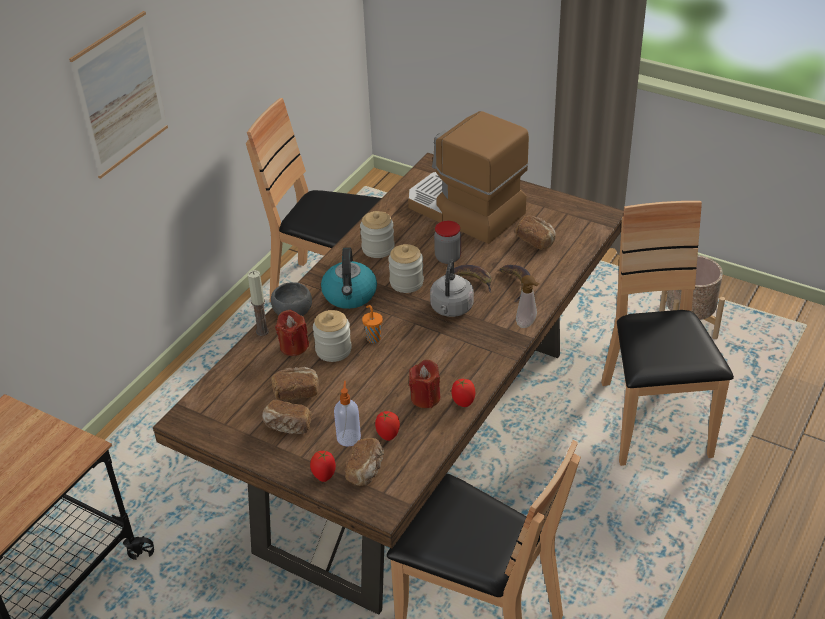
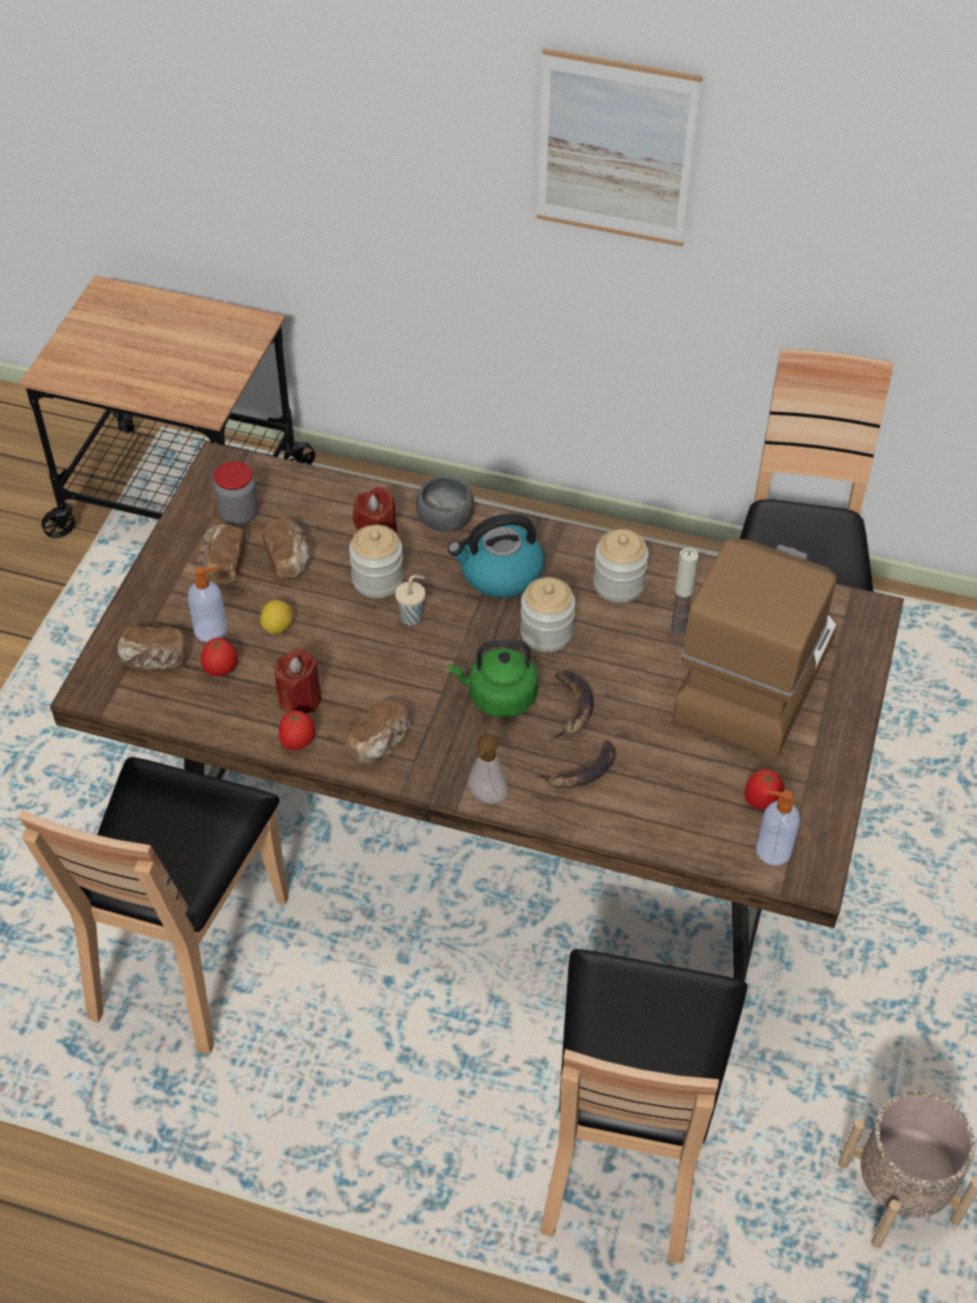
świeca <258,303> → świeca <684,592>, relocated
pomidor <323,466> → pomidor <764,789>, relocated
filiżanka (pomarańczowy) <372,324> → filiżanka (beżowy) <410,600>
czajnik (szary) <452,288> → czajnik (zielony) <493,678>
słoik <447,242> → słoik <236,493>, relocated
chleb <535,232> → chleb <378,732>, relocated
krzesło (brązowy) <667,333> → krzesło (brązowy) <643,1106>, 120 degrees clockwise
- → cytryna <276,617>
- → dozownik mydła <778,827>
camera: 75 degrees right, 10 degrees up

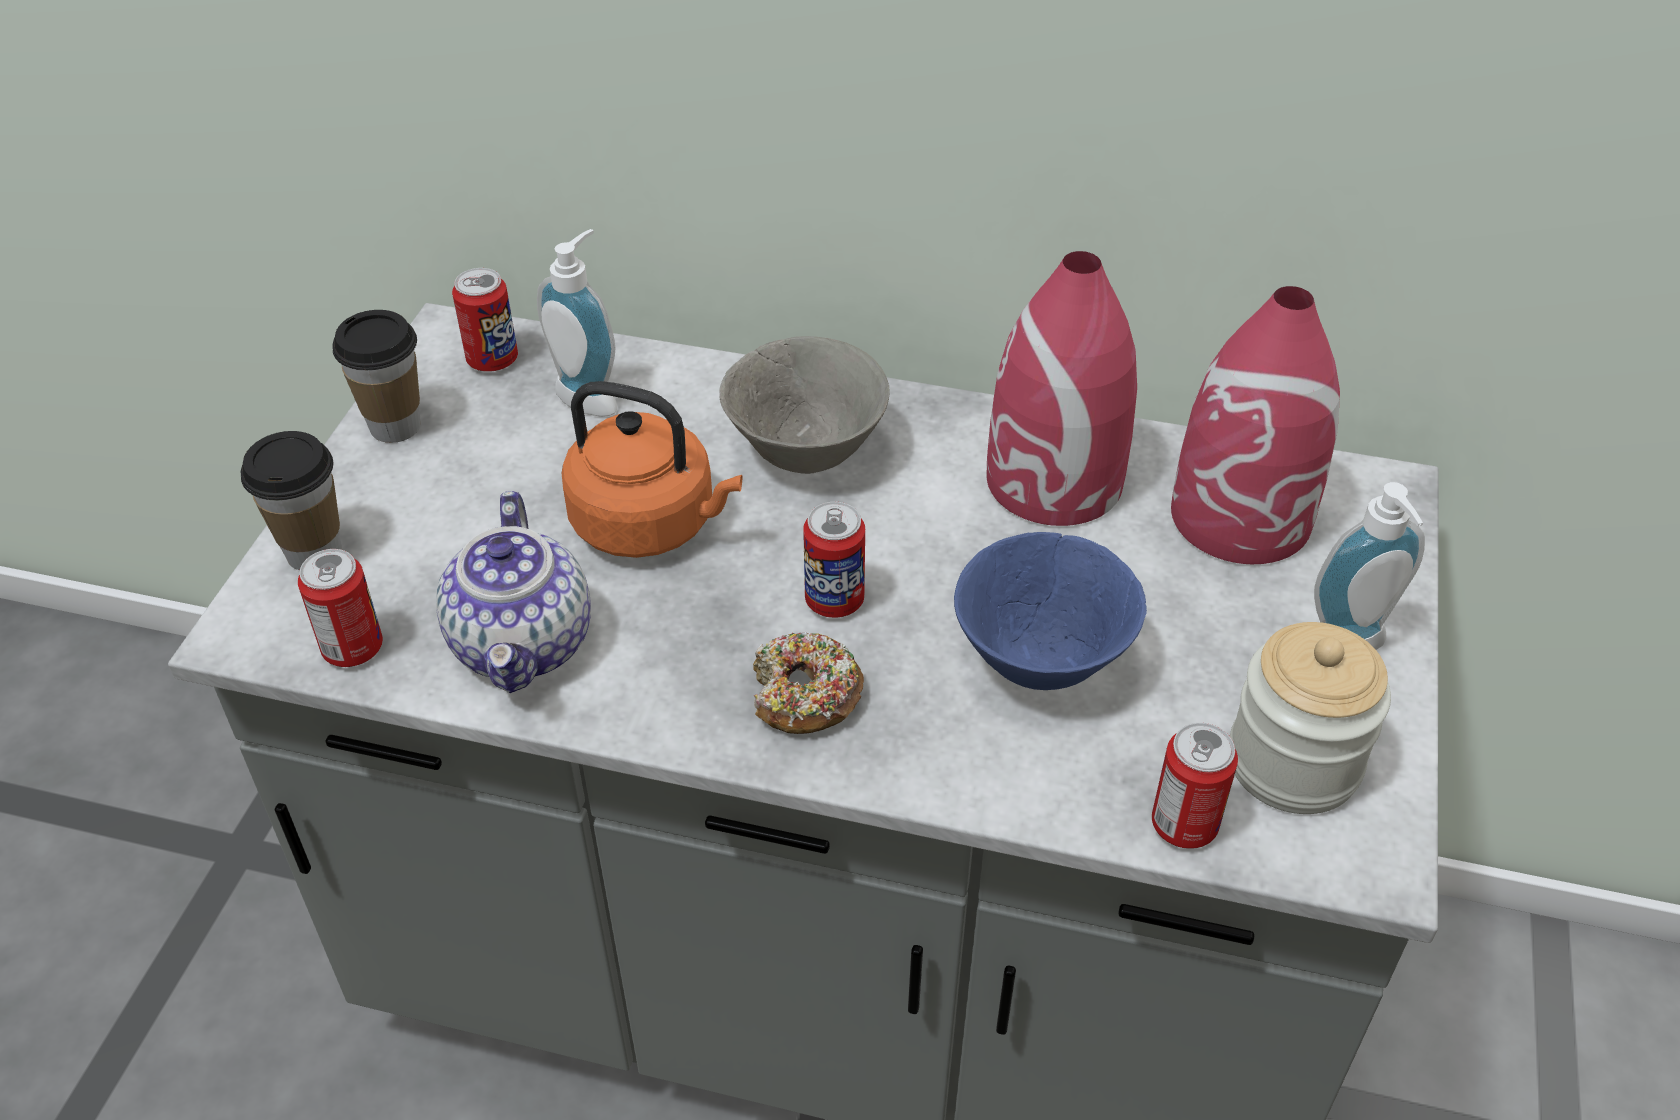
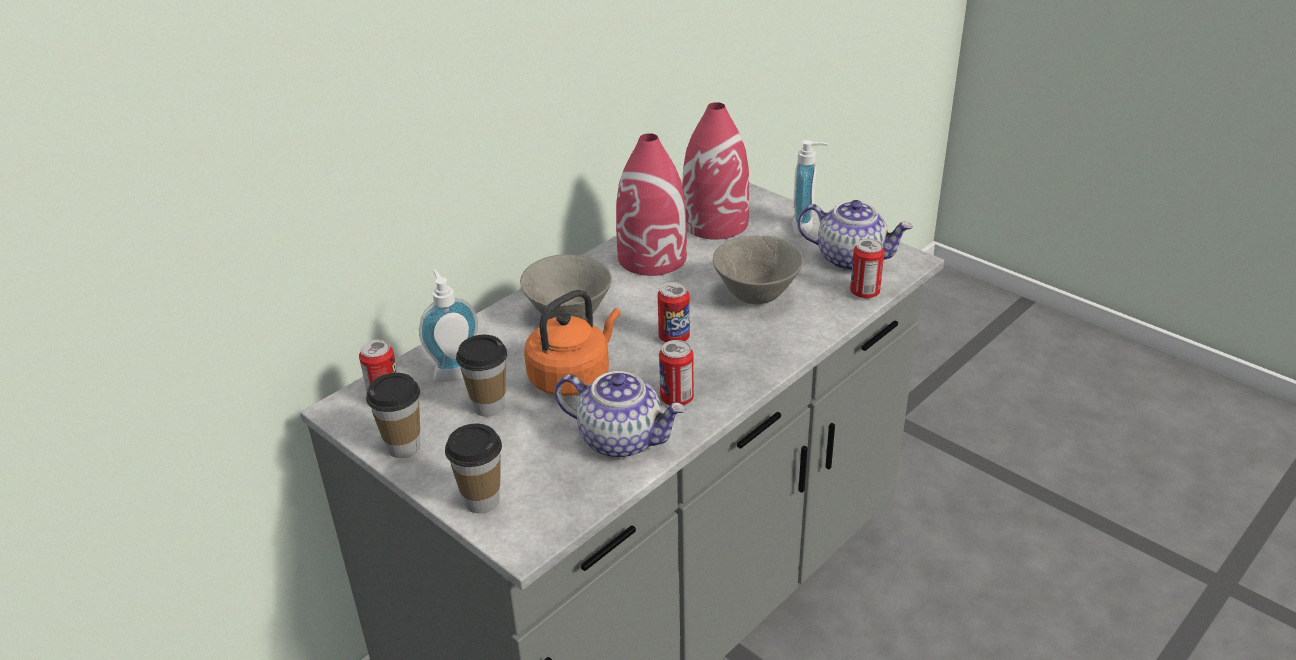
puszka <340,608> → puszka <676,372>, relocated
donut <808,683> → -
miska (niebieski) <1050,611> → miska (szary) <758,270>
słoik <1310,718> → imbryk <855,235>
- → filiżanka <481,376>
camera: 60 degrees left, 10 degrees down

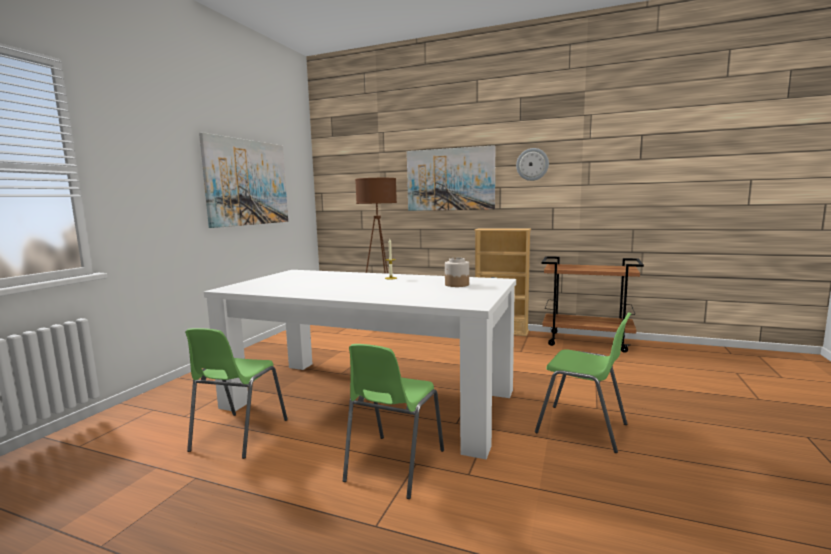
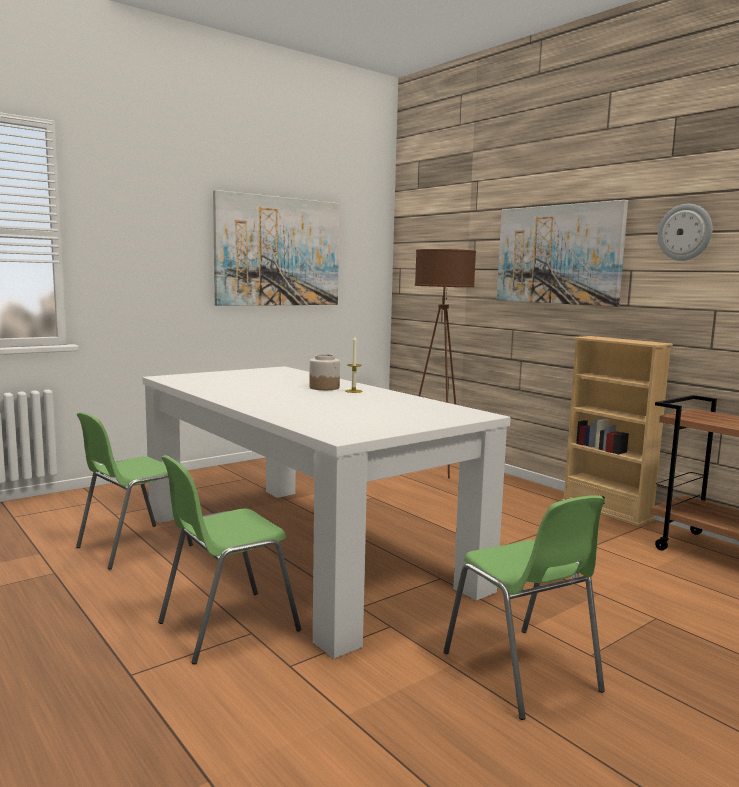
słoik <457,272> → słoik <324,372>, relocated
camera: 30 degrees right, 0 degrees up

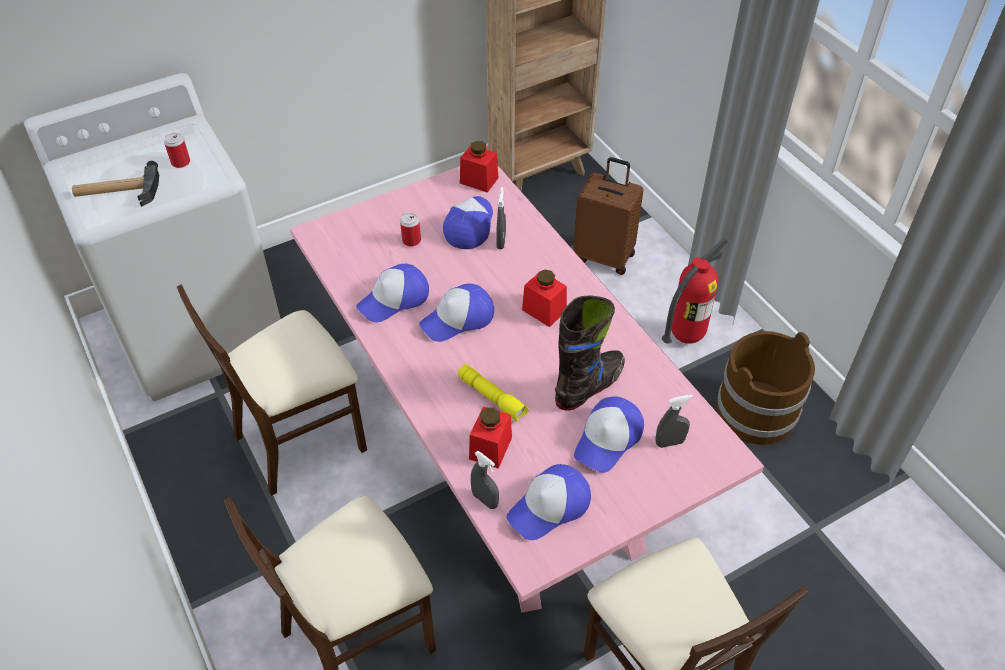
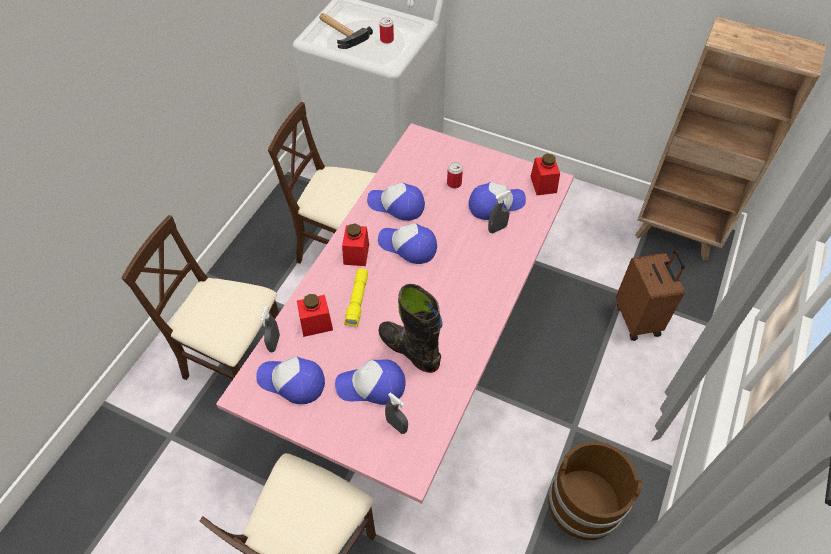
słoik (czerwony) <544,298> → słoik (czerwony) <355,244>, relocated
but z cholewką (czarny) <590,353> → but z cholewką (czarny) <411,328>, 150 degrees counterclockwise
gaśnica <695,291> → -
camera: 55 degrees right, 5 degrees up

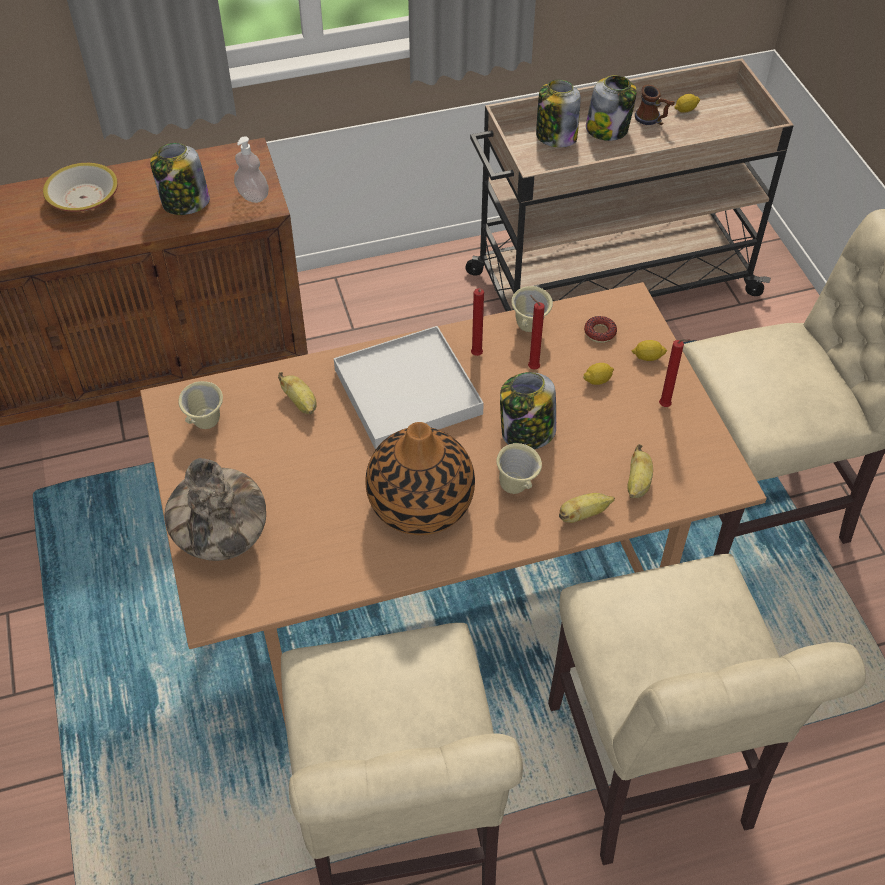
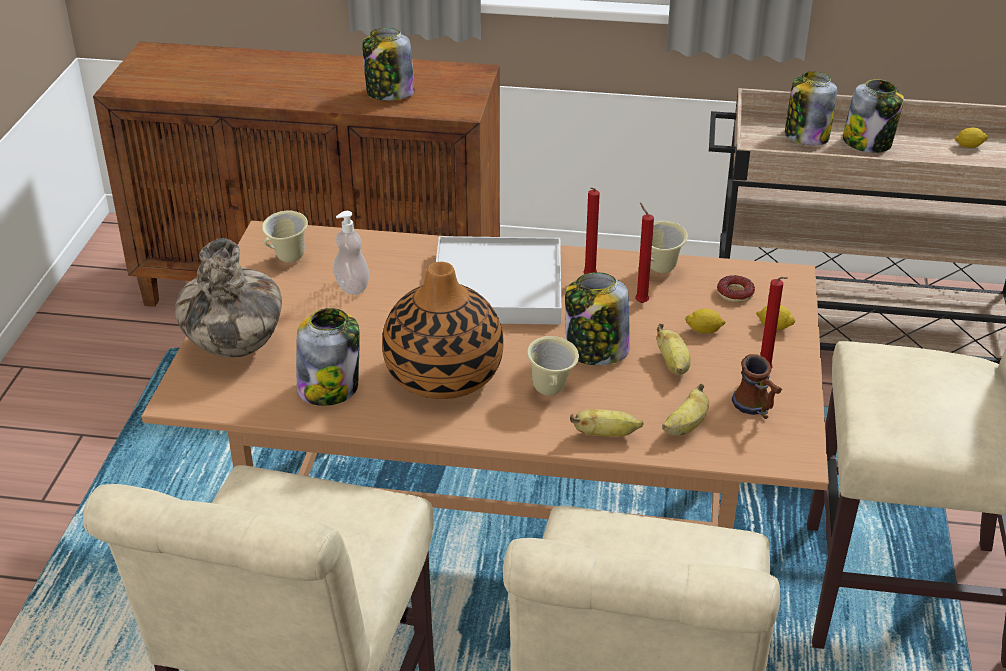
miska <80,187> → -
dozownik mydła <251,169> → dozownik mydła <351,253>, relocated
banan <297,393> → banan <674,349>, relocated
kubek <655,105> → kubek <757,386>, relocated
- → słoik <328,357>
camera: 25 degrees right, 15 degrees down

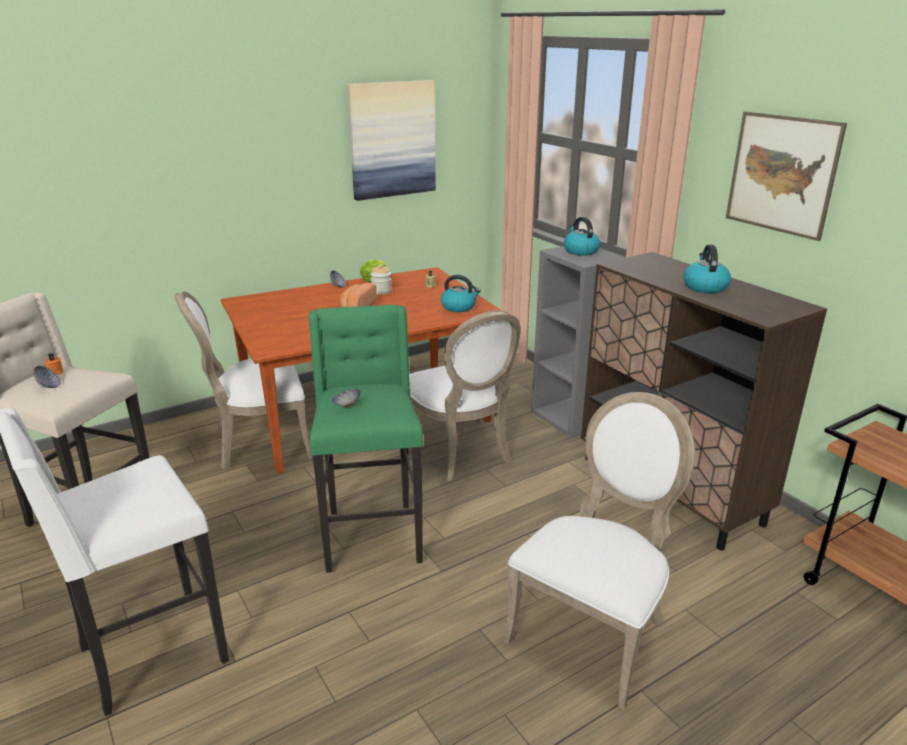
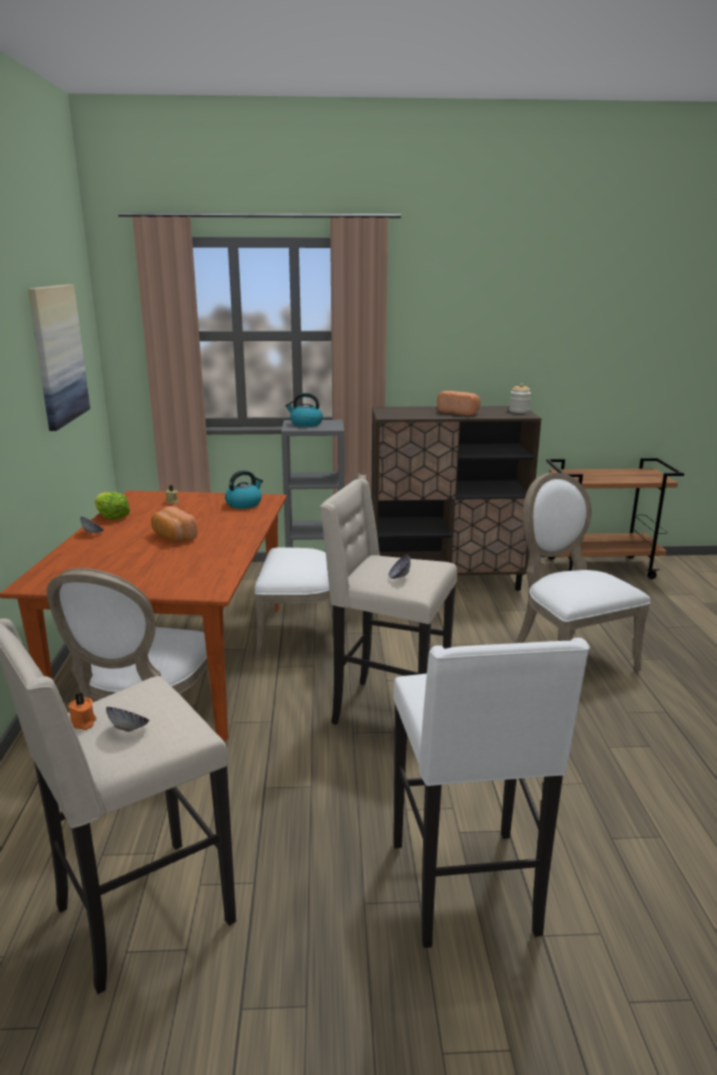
stołek (zielony) <366,439> → stołek (beżowy) <388,602>
słoik <381,279> → słoik <520,398>, relocated
czajnik <707,268> → chleb <459,403>
obraz <786,176> → -
camera: 60 degrees left, 5 degrees down

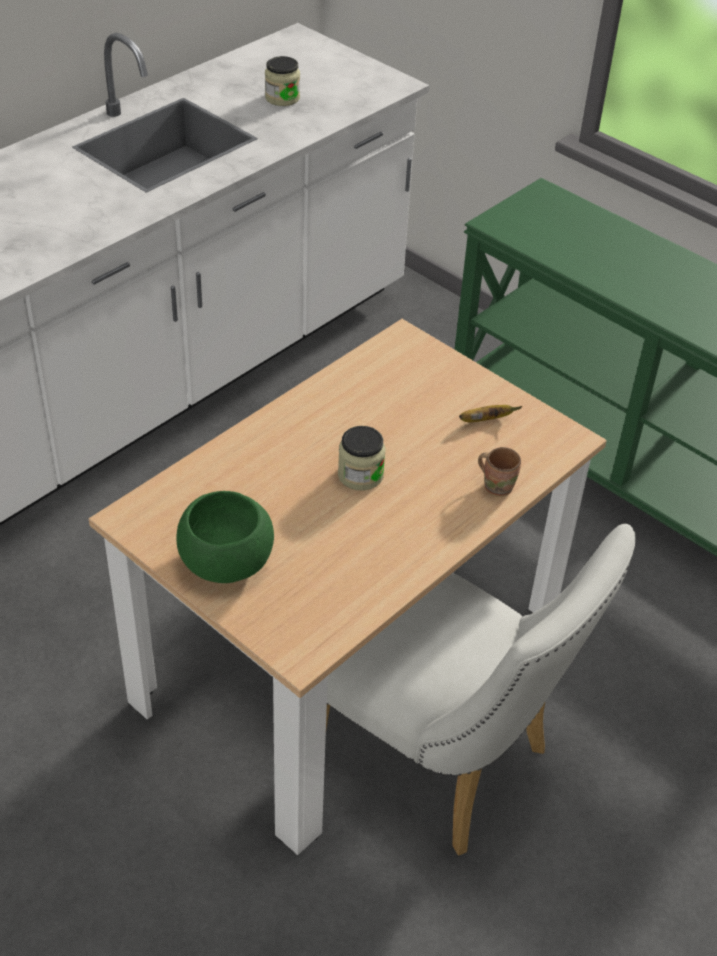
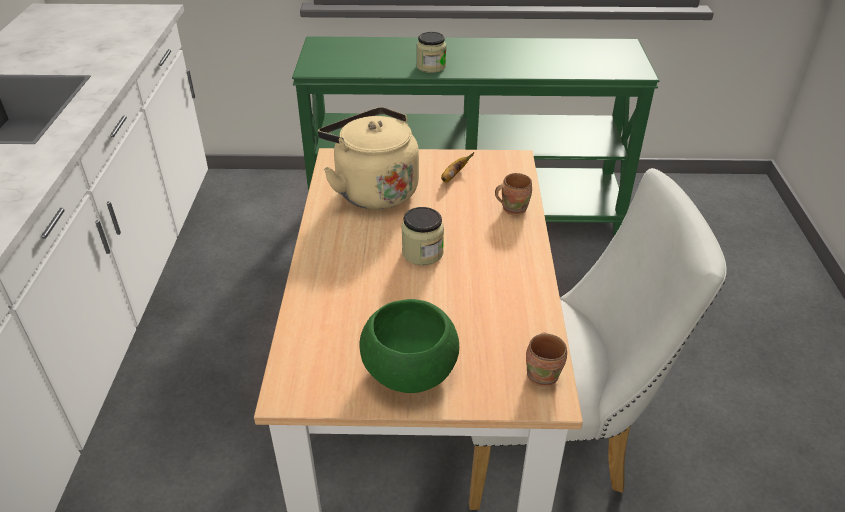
słoik <282,81> → słoik <431,52>, relocated
- → czajnik (beżowy) <368,158>
- → kubek (brązowy) <546,359>
camera: 40 degrees left, 5 degrees down

